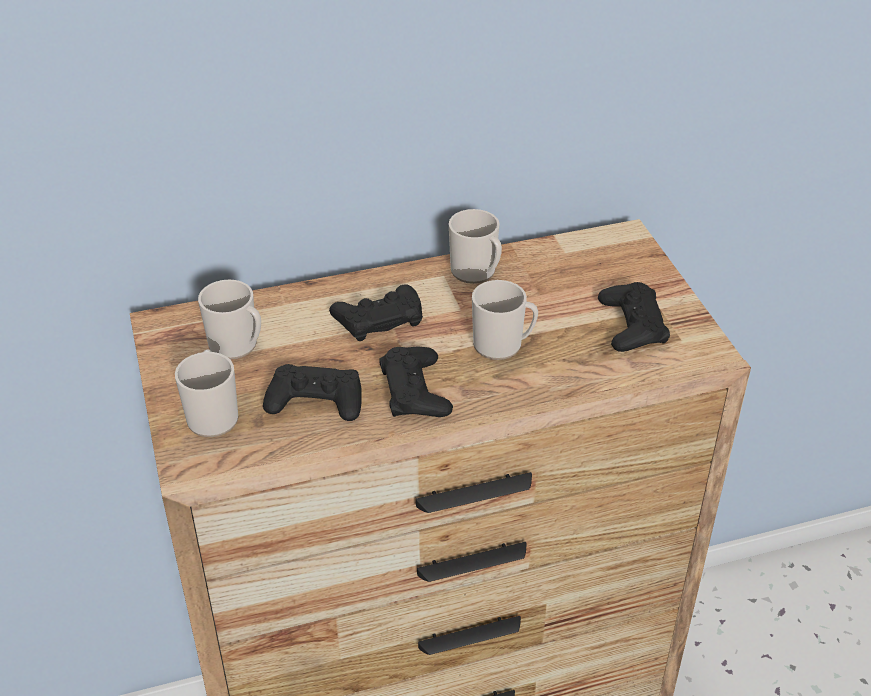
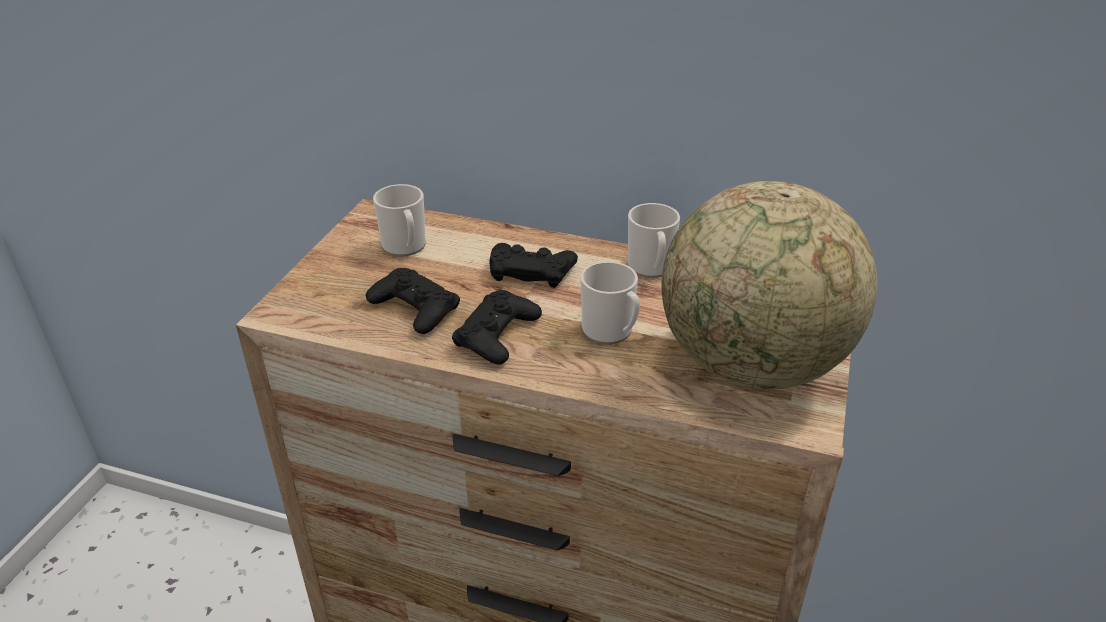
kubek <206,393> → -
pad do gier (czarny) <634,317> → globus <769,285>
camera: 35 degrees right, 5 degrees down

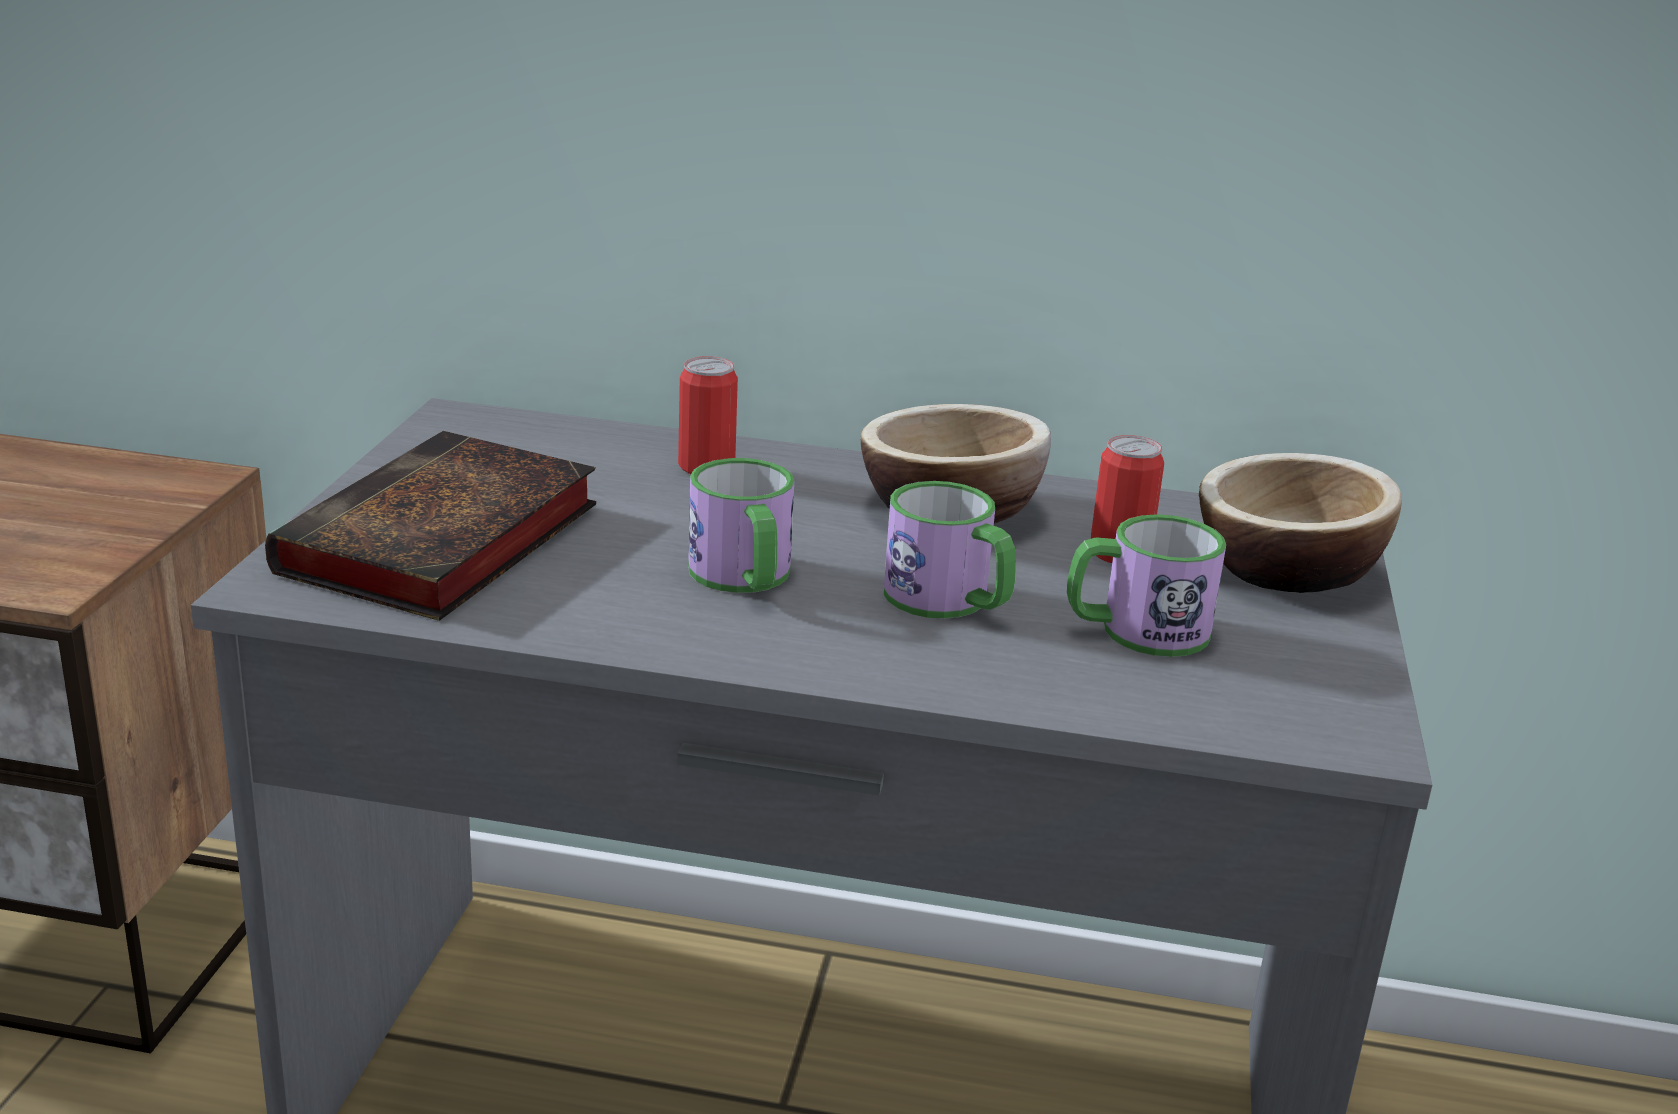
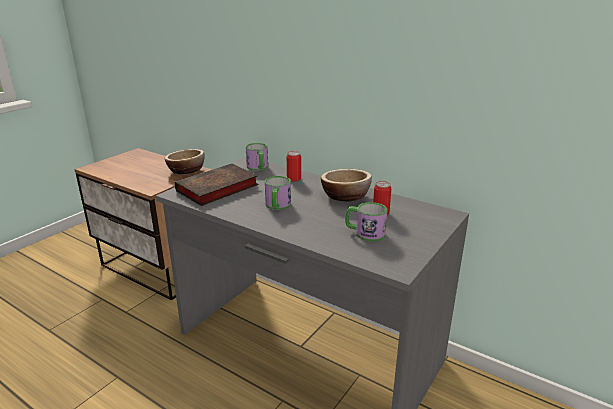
kubek <950,550> → kubek <257,157>, relocated
miska <1300,523> → miska <185,161>, relocated
camera: 25 degrees right, 0 degrees up

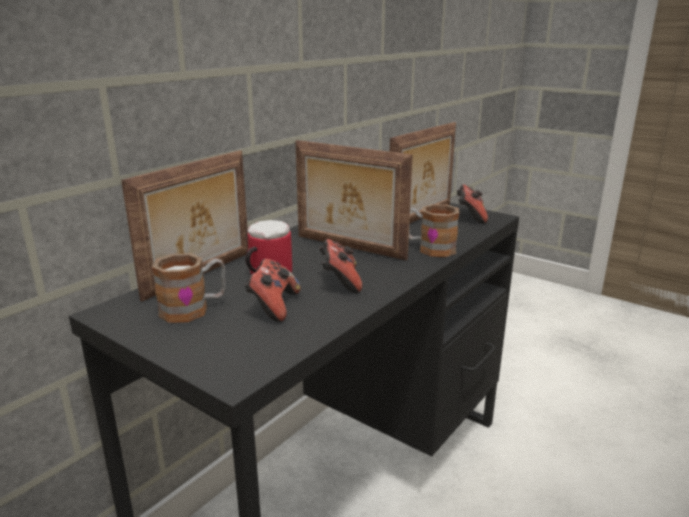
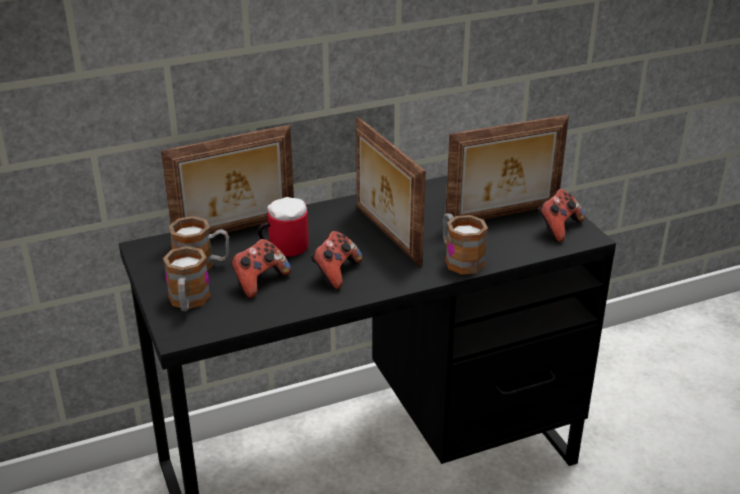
- → kubek <187,278>
camera: 30 degrees right, 10 degrees up

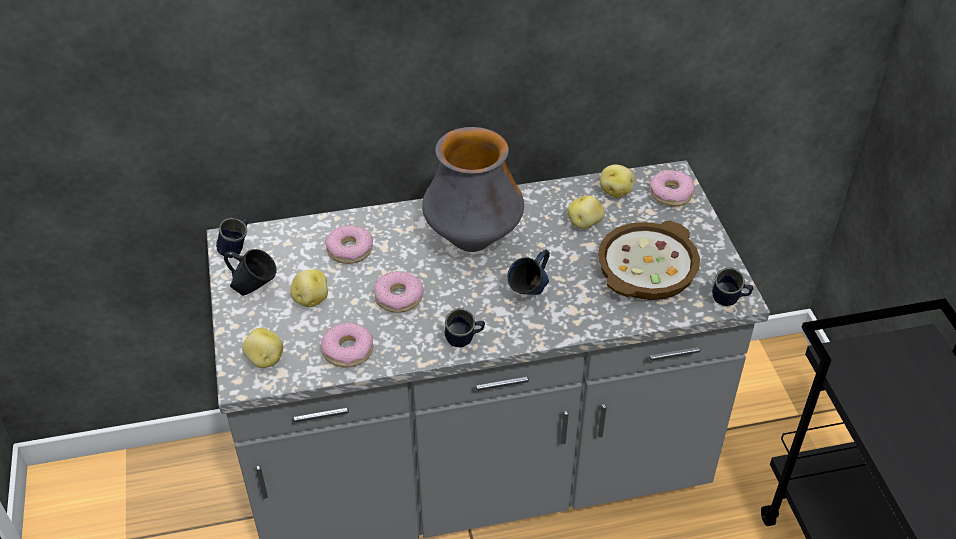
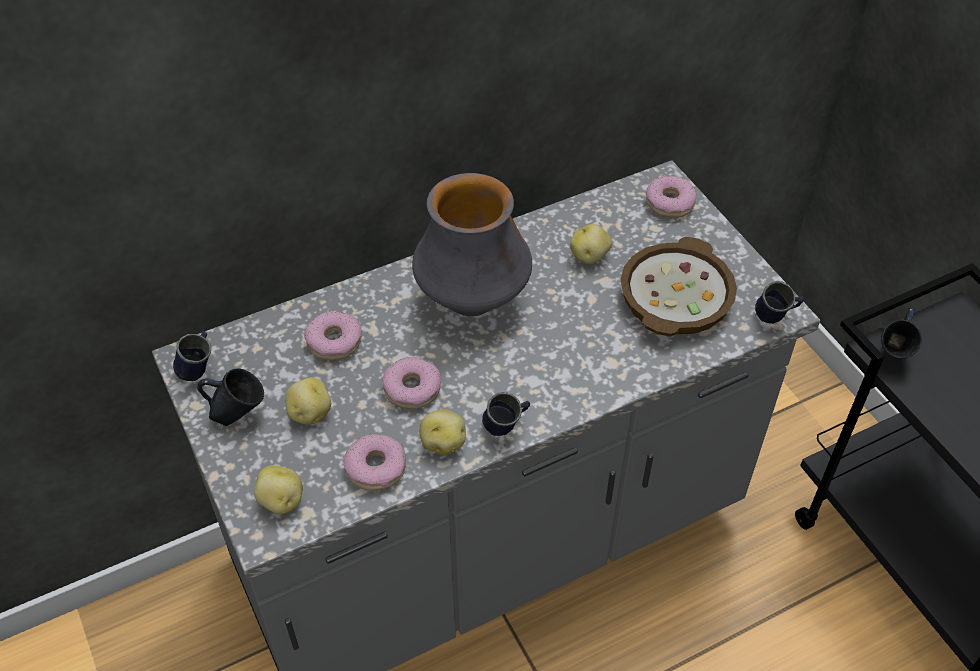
kubek (niebieski) <528,272> → kubek (niebieski) <901,333>, relocated
ziemniak <617,181> → ziemniak <443,432>, relocated
camera: 15 degrees left, 5 degrees up

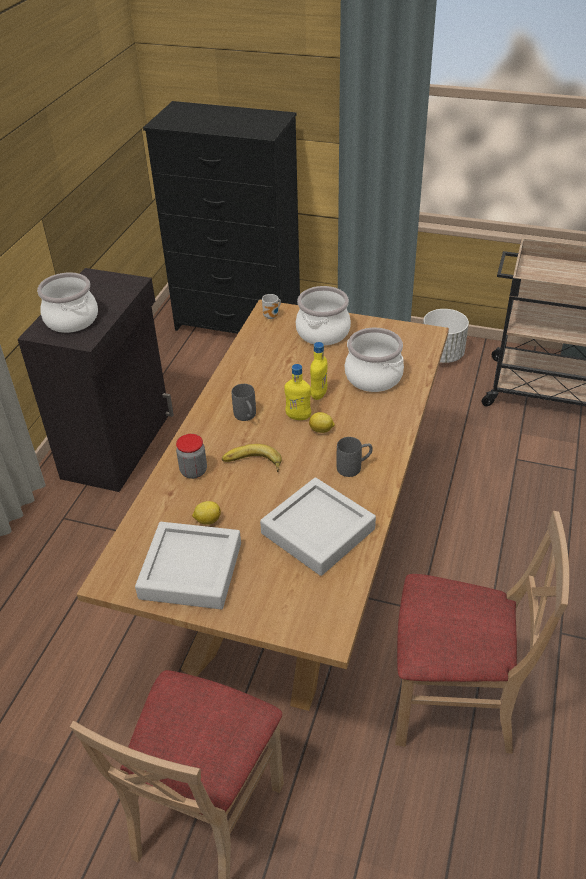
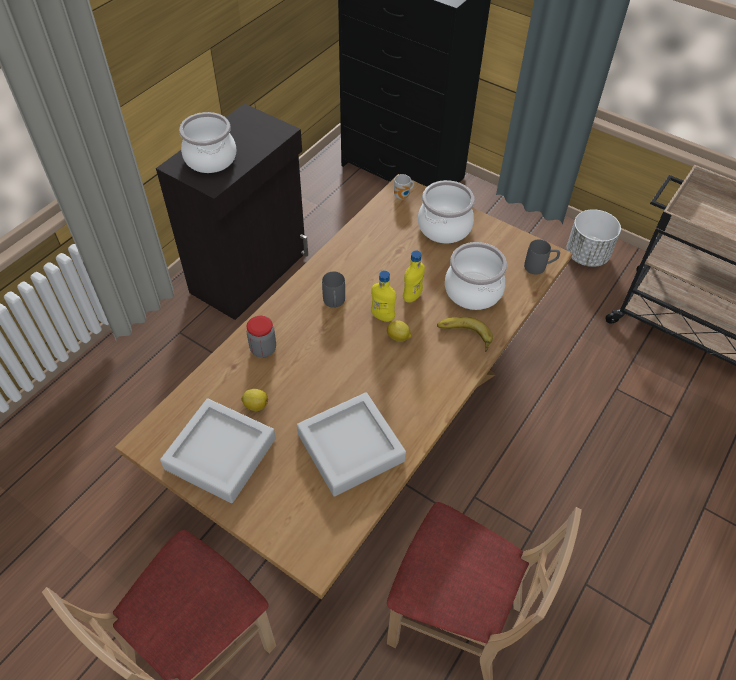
banan <252,458> → banan <465,334>, relocated
kubek (szary) <354,457> → kubek (szary) <542,257>, relocated
camera: 15 degrees right, 10 degrees up

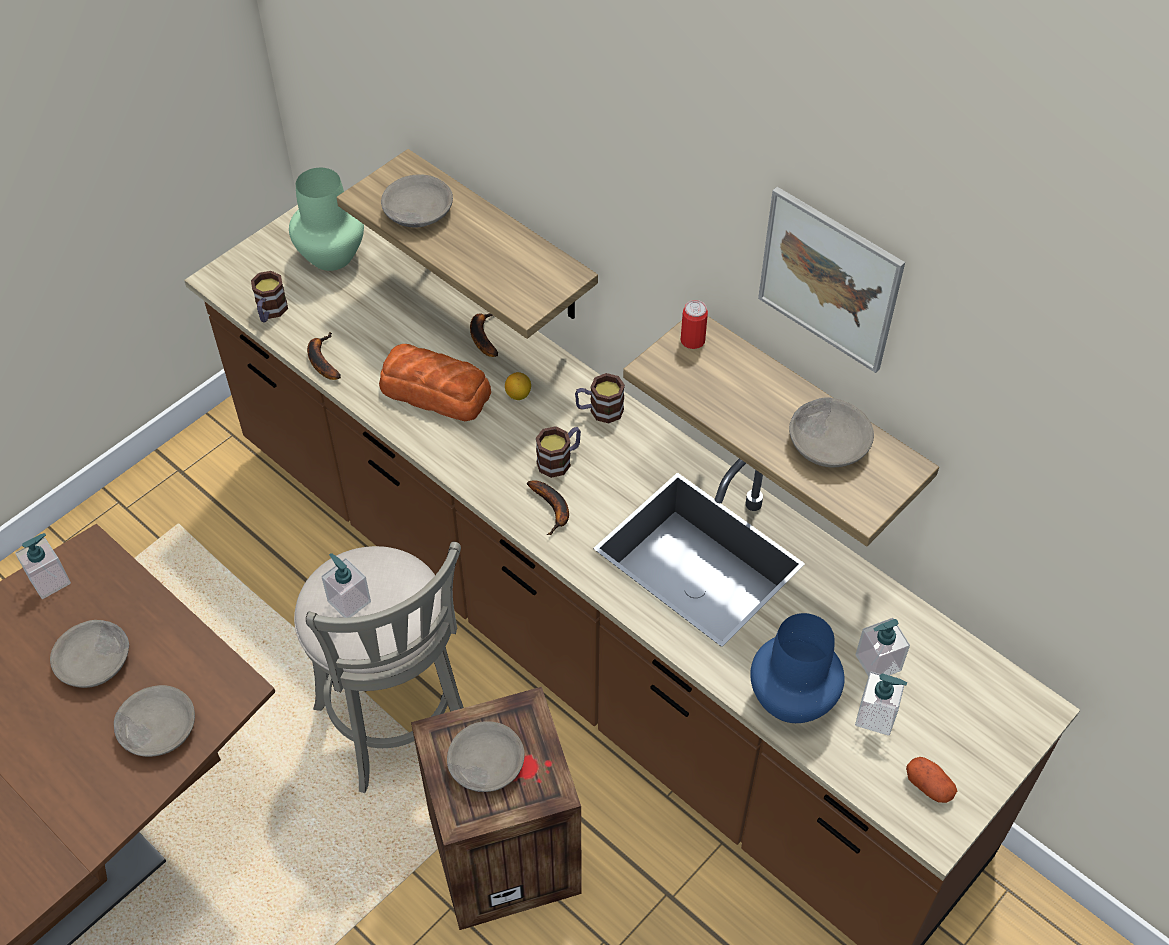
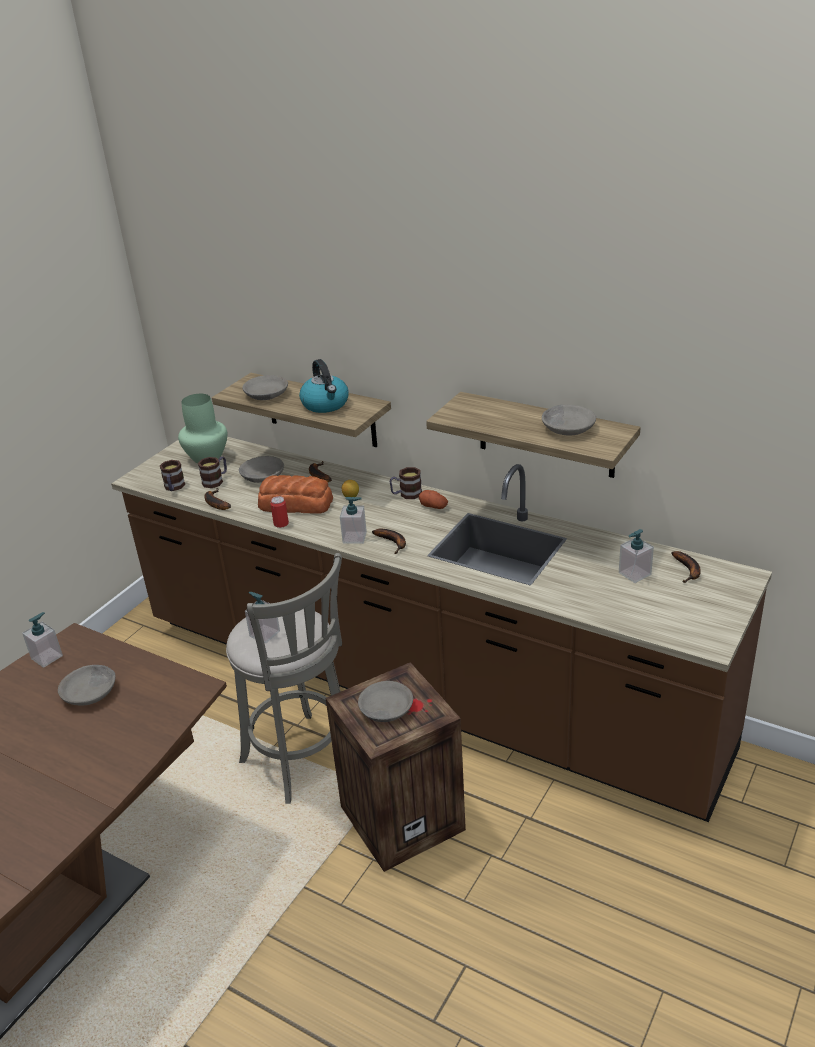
miska (szary) <154,721> → miska (szary) <261,469>, relocated
kubek <558,452> → kubek <212,472>, relocated
puszka <694,324> → puszka <280,512>, relocated
wazon (niebieski) <797,668> → -
obraz <831,280> → -
dozownik mydła <881,703> → dozownik mydła <353,520>, relocated
ziemniak <931,780> → ziemniak <433,499>, relocated
- → czajnik <324,386>
- → banan <686,567>
camera: 10 degrees left, 20 degrees down

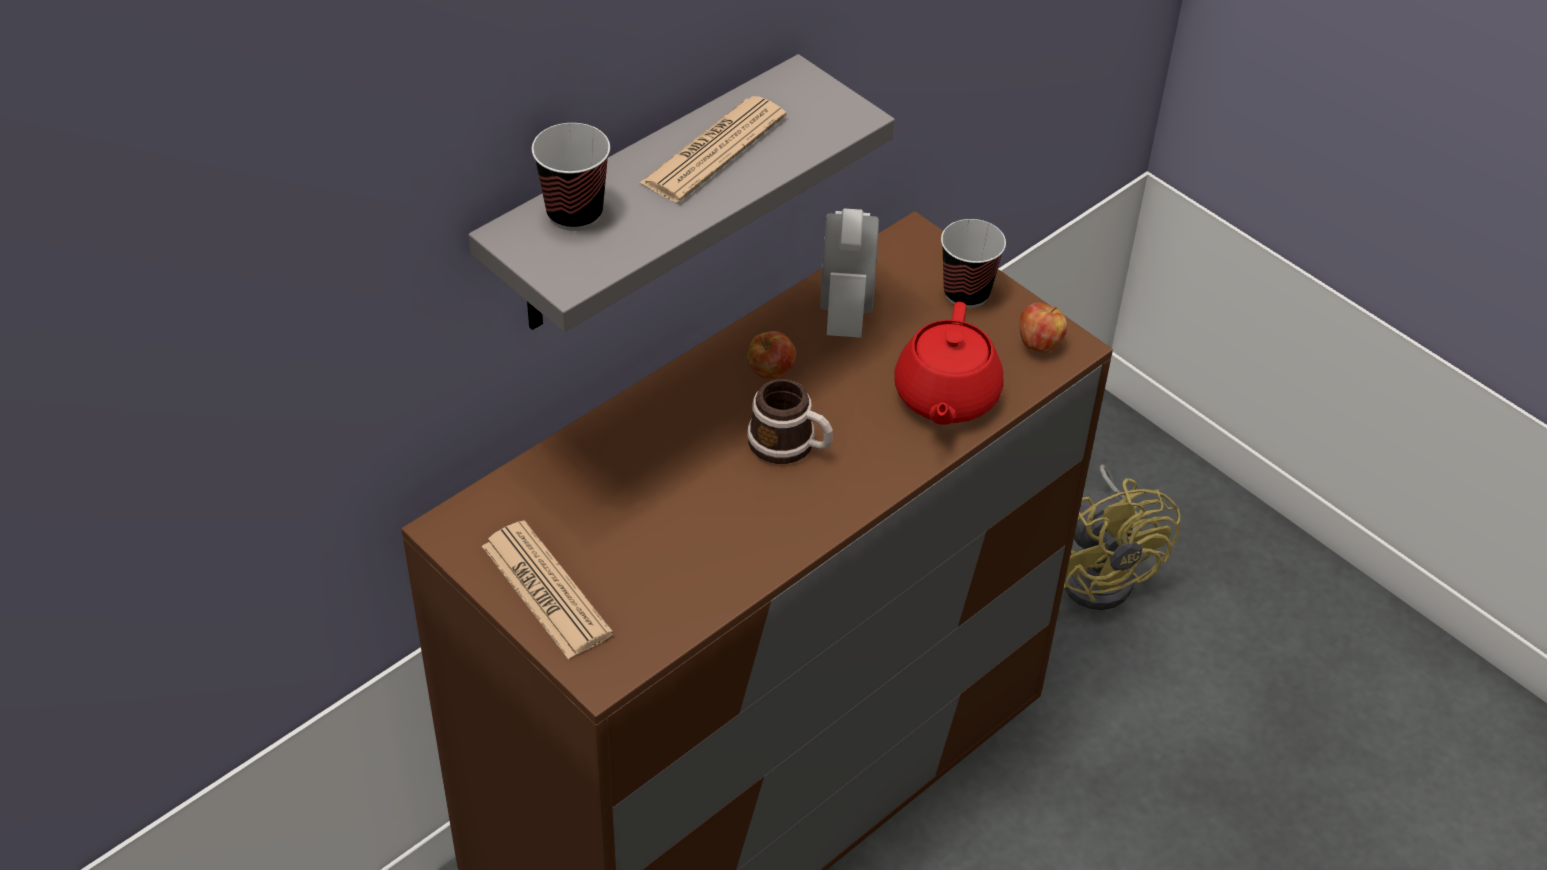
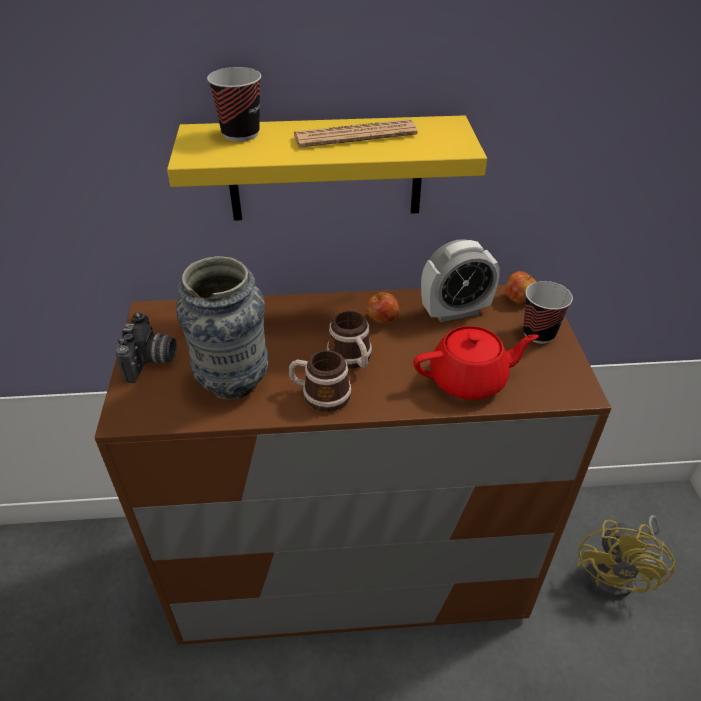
półka (szary) <682,193> → półka (żółty) <327,168>
gazeta <547,589> → aparat fotograficzny <146,347>
budzik <849,273> → budzik <460,280>, 150 degrees counterclockwise
imbryk (czerwony) <949,363> → imbryk (czerwony) <476,363>, 150 degrees counterclockwise
jabłko <1043,328> → jabłko <520,287>, relocated
- → wazon <222,328>
- → kubek <320,381>
camera: 40 degrees right, 5 degrees down

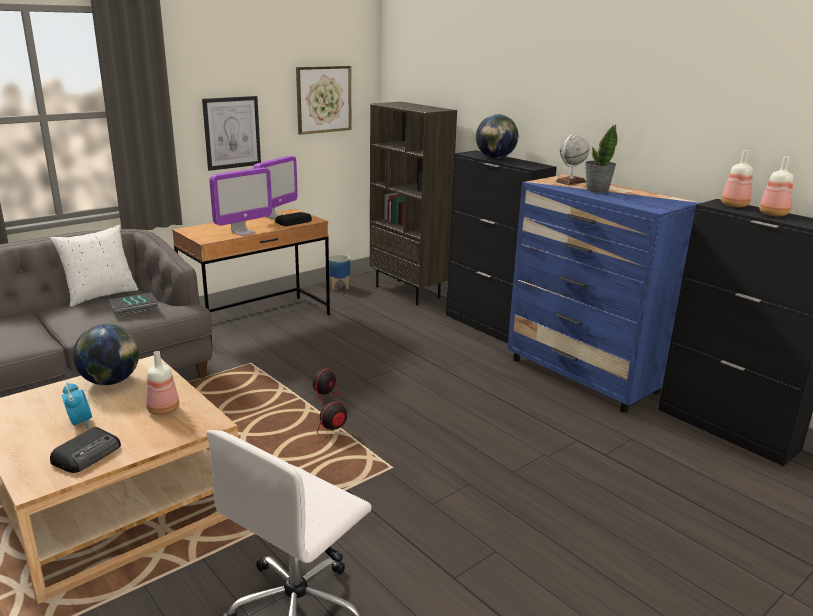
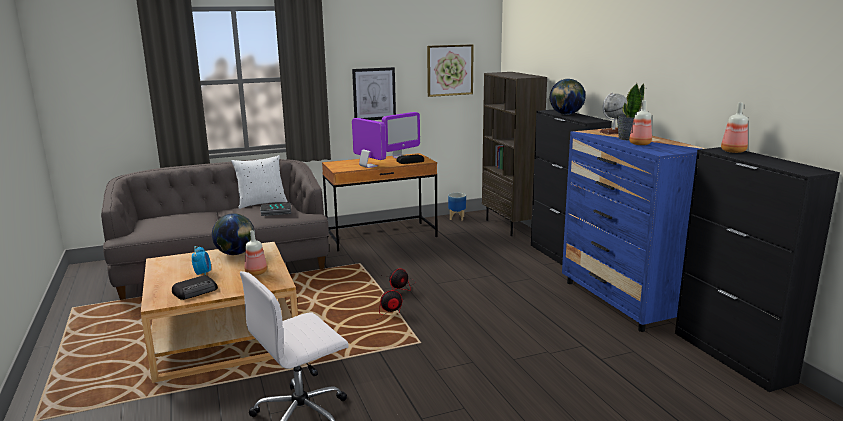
monitor <240,201> → monitor <369,143>, 105 degrees counterclockwise
butelka <776,186> → butelka <640,122>, relocated
camera: 20 degrees right, 5 degrees down

